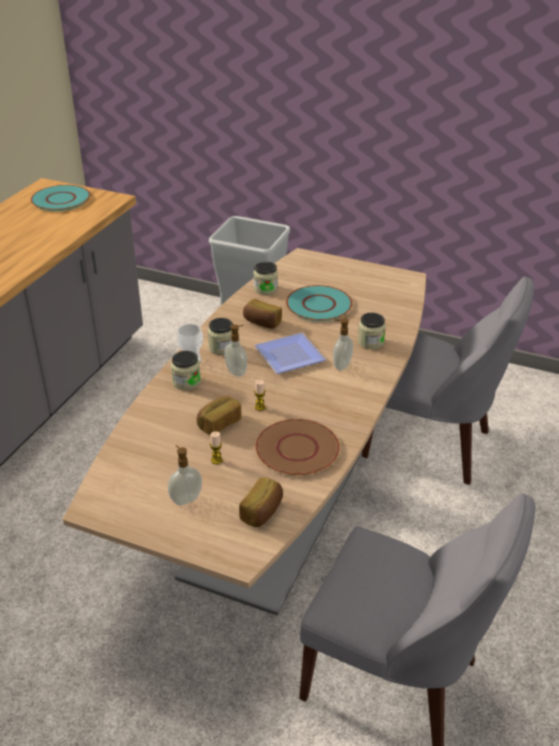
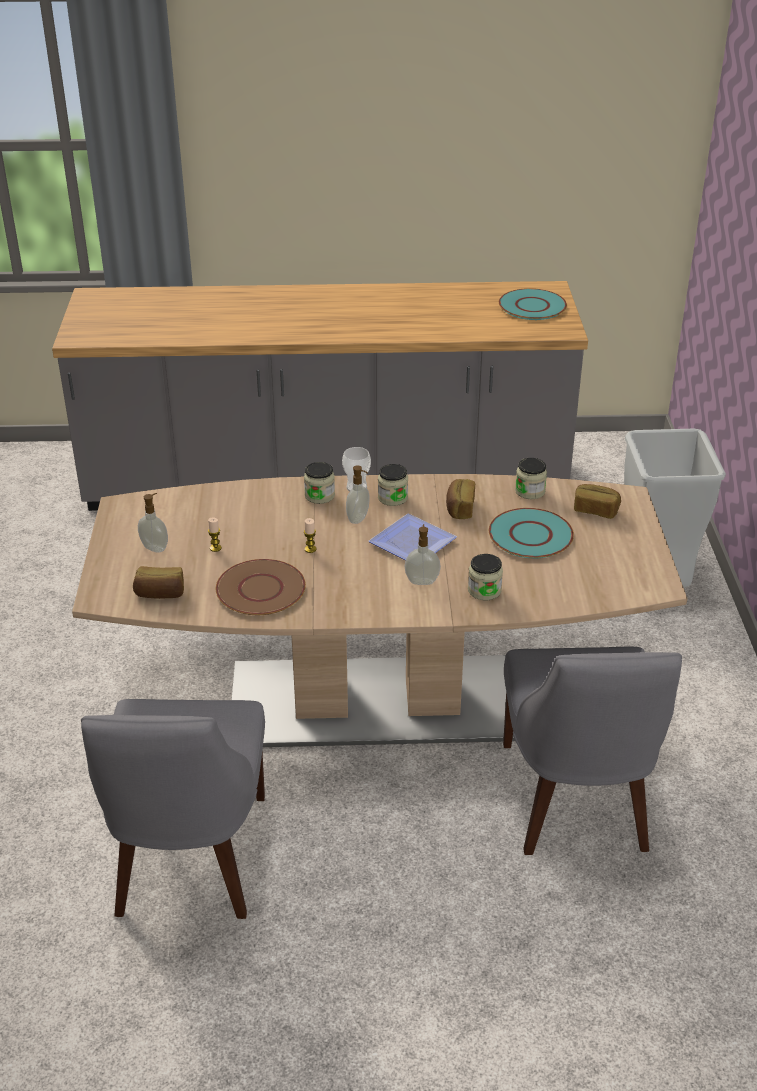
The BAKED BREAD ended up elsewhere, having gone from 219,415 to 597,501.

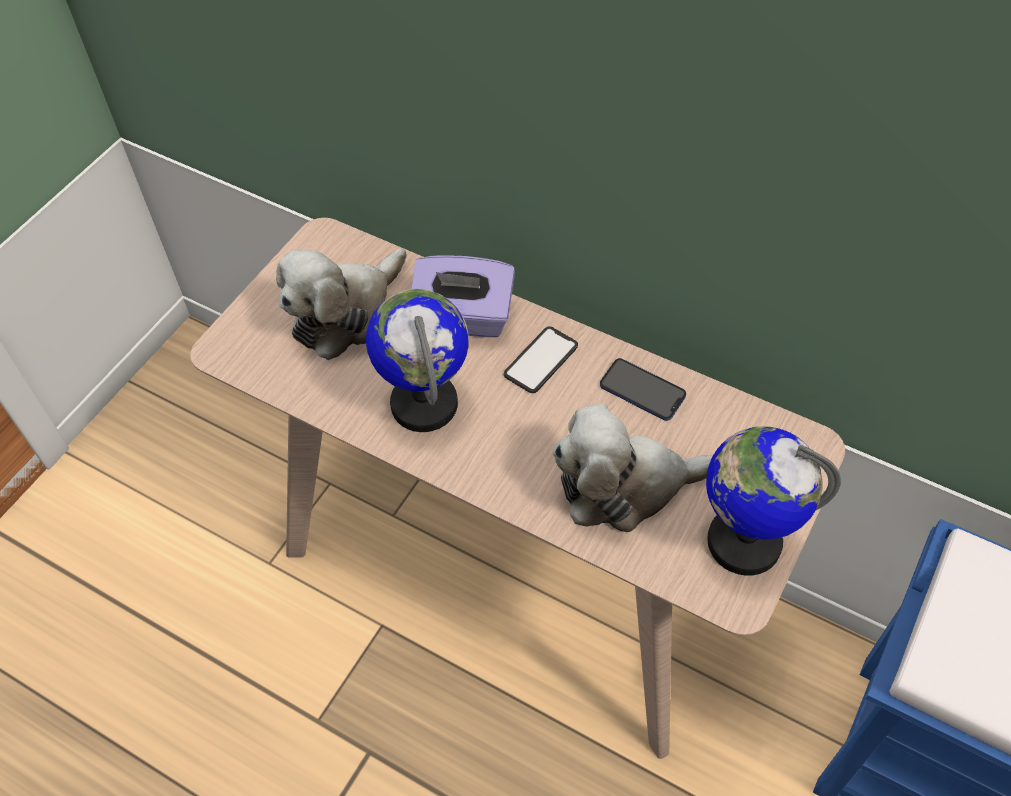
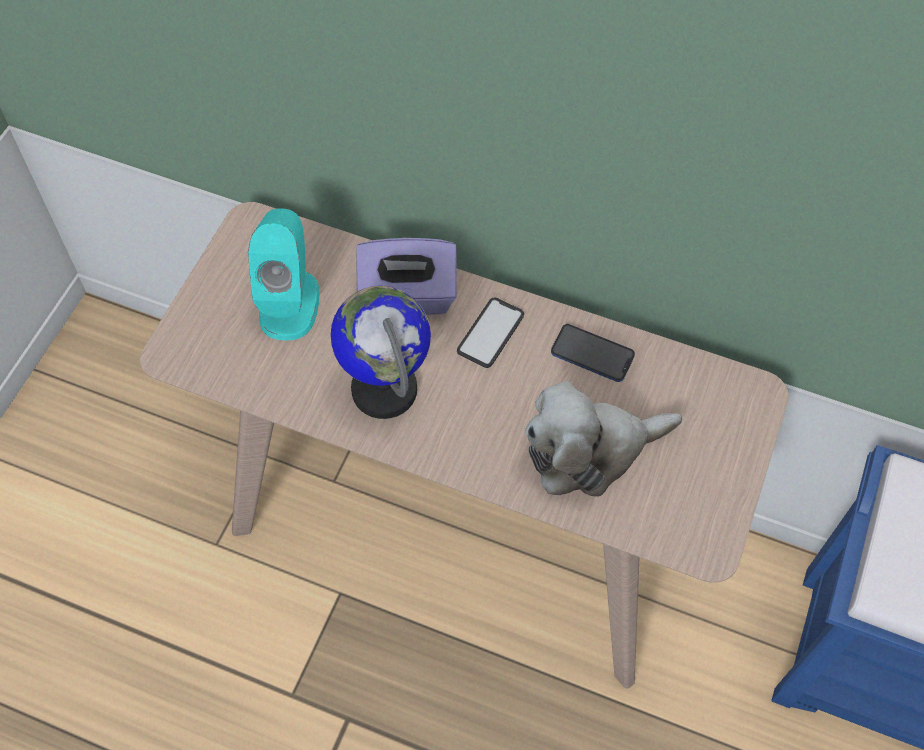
Where the PLUSH TOY stood at 341,304, the BLUE-GREEN LOUDSPEAKER came to stand at 283,274.
The second view lost the DESK GLOBE at 773,501.

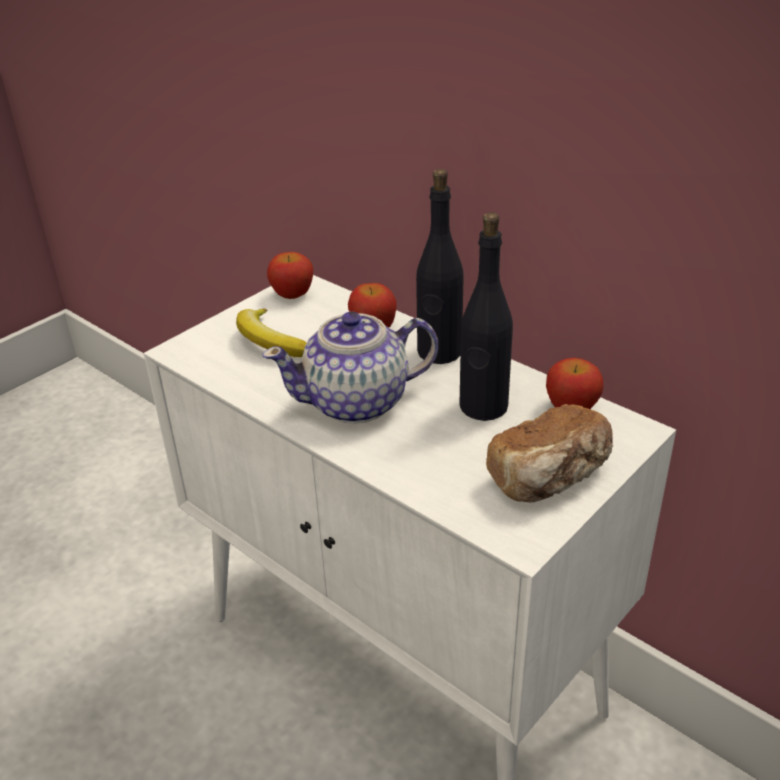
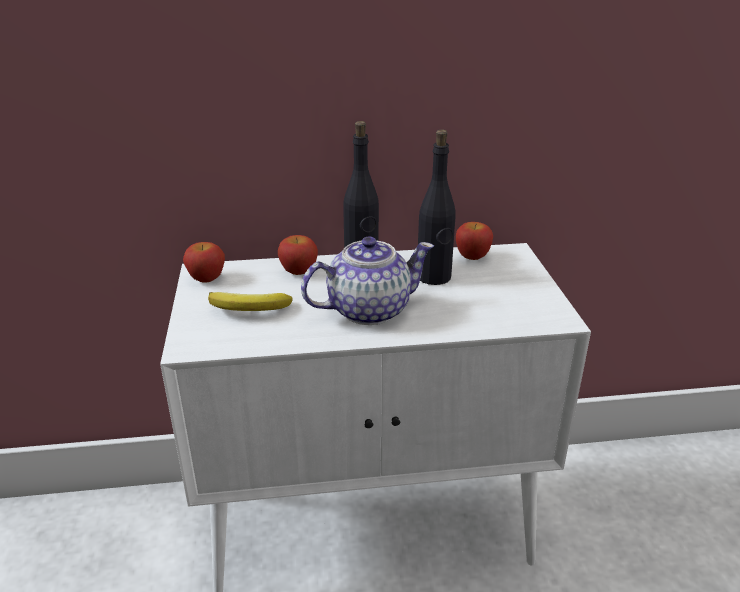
The POT FOR TEA at 350,367 ended up facing another way, 135 degrees counterclockwise from before.
The second view lost the BAKED BREAD at 549,453.

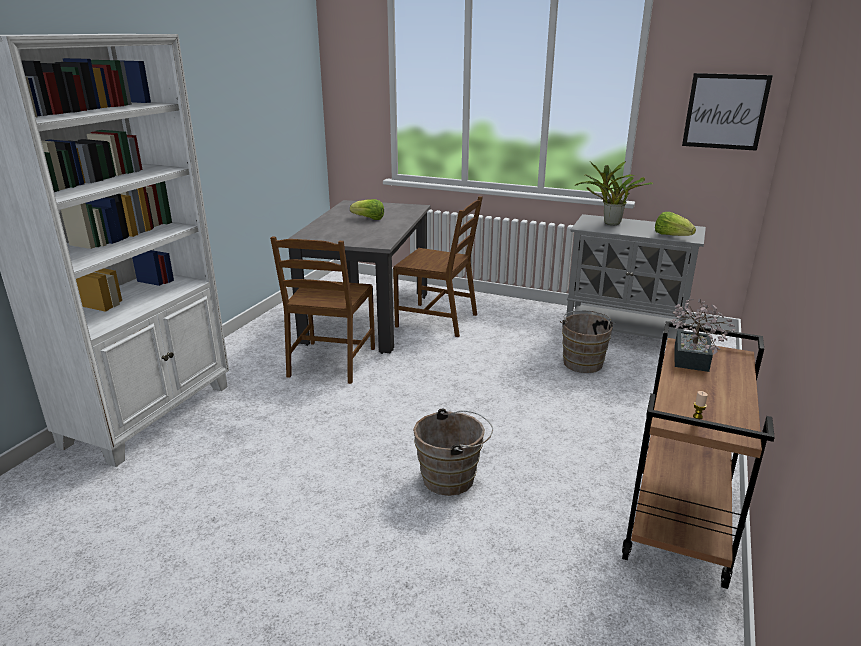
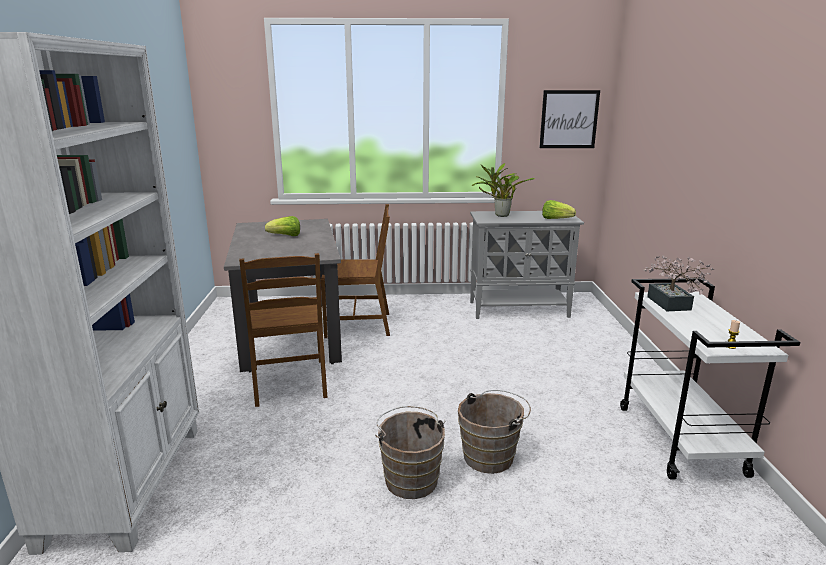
The BROWN WATER BUCKET ended up elsewhere, having gone from 588,341 to 410,452.
What was the BROWN WHEELED CART at 698,455 turned into the WHITE WHEELED CART at 710,379.

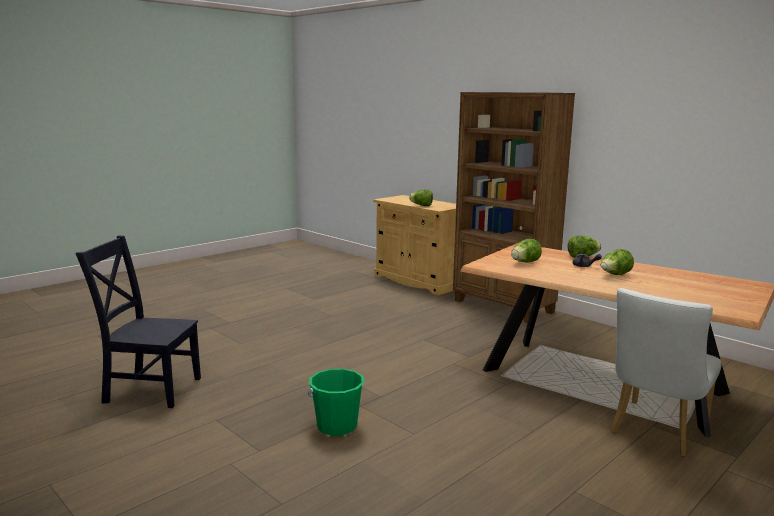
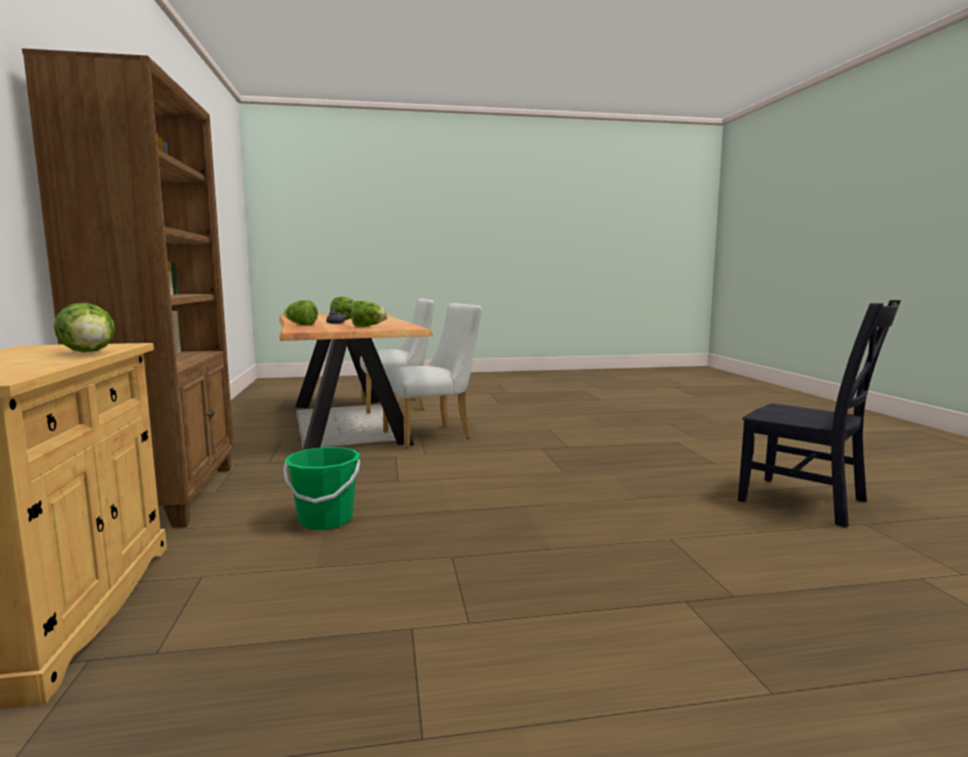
The GREEN WATER BUCKET ended up elsewhere, having gone from 336,402 to 322,488.
The second view gained the WHITE CHAIR at 432,376.

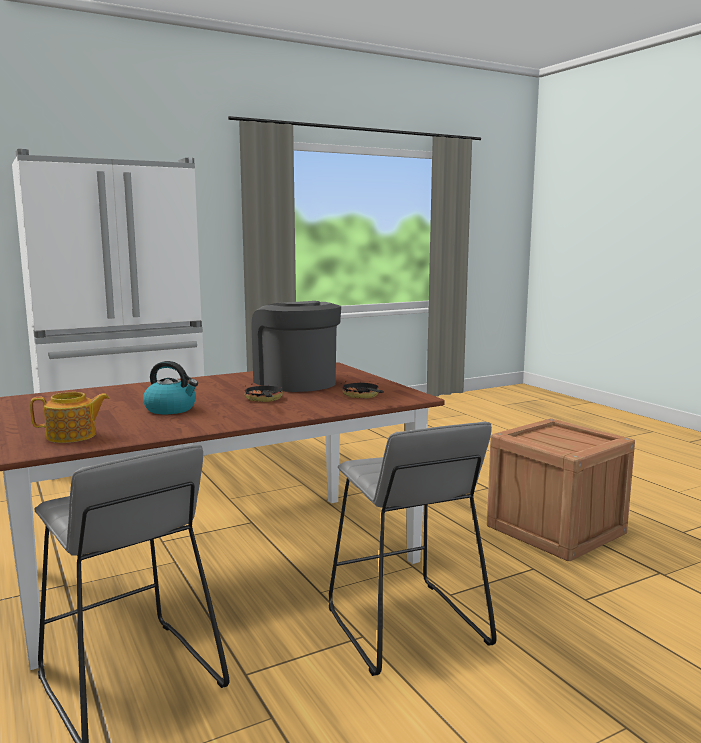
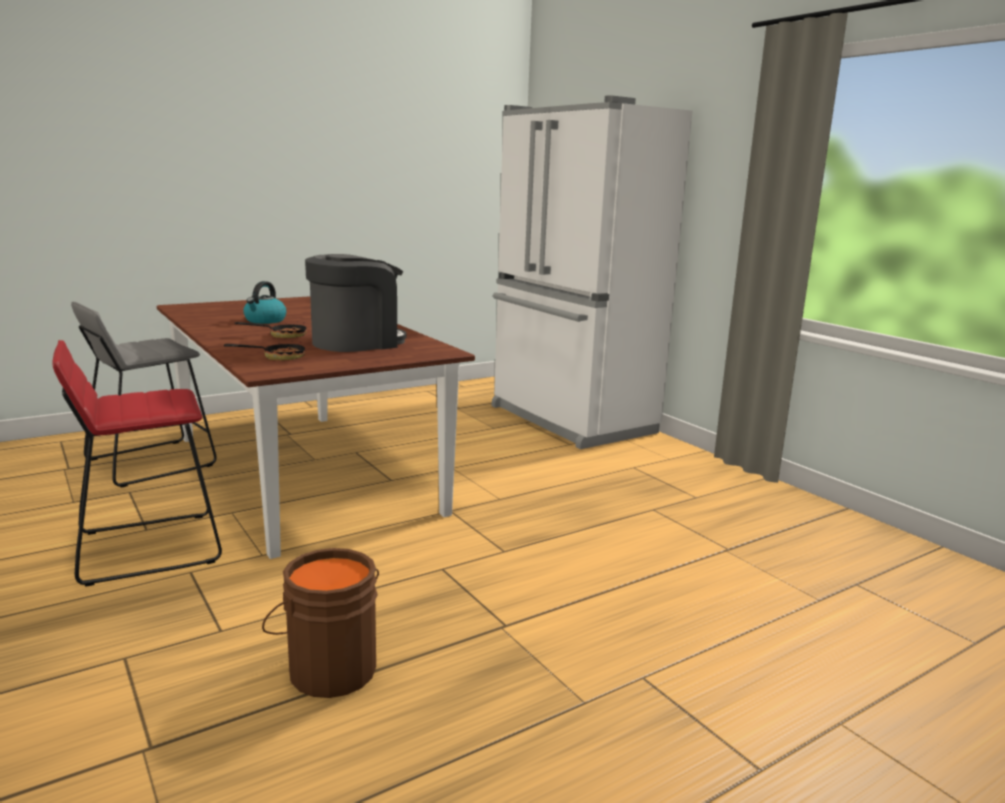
The second view lost the POT FOR TEA at 69,417.
What was the GREY STOOL at 413,548 turned into the RED STOOL at 137,463.
Where the PACKING CRATE stood at 561,489, the BROWN WATER BUCKET came to stand at 320,623.

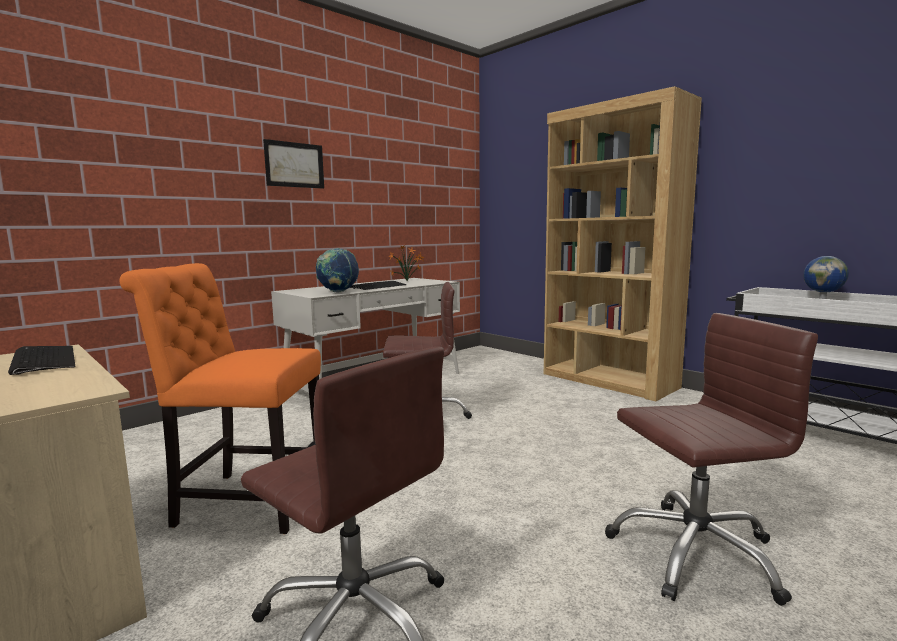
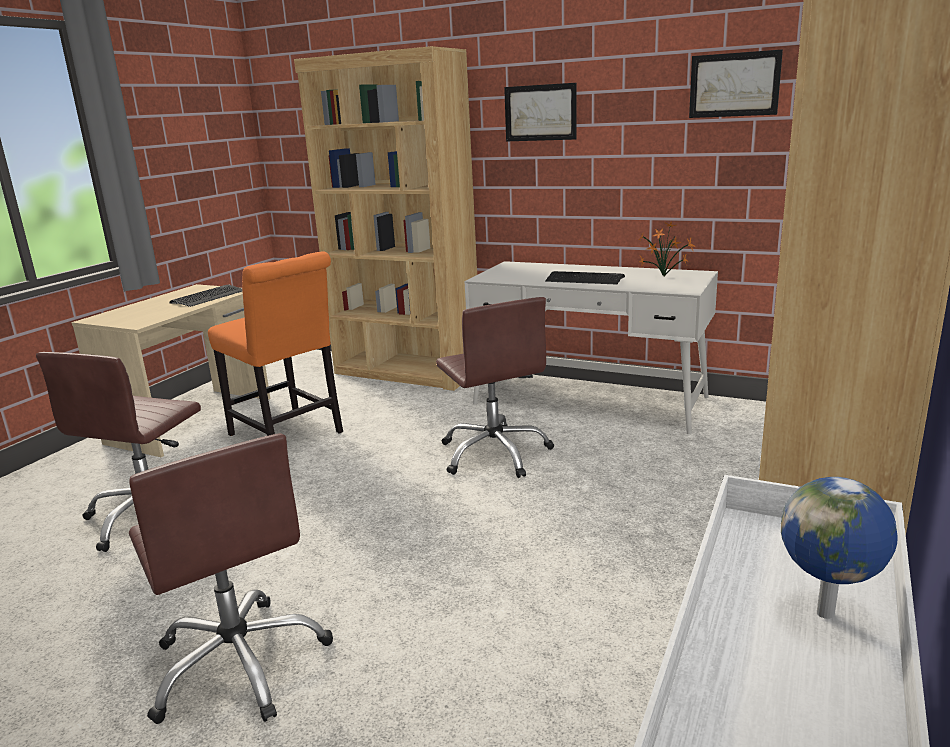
The ORANGE-COLOURED CHAIR at 220,398 ended up facing another way, 150 degrees clockwise from before.
The second view lost the DESK GLOBE at 337,270.
The second view gained the BROWN BOOKSHELF at 385,218.
The second view gained the PICTURE at 736,83.

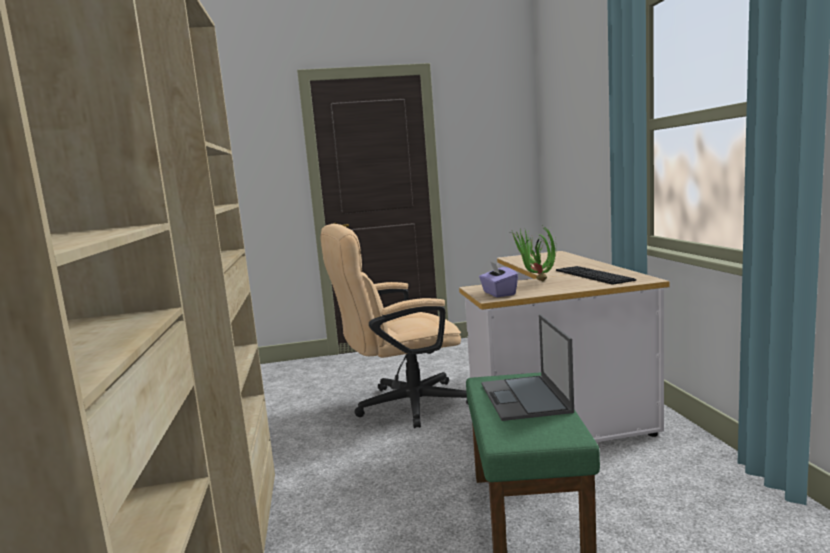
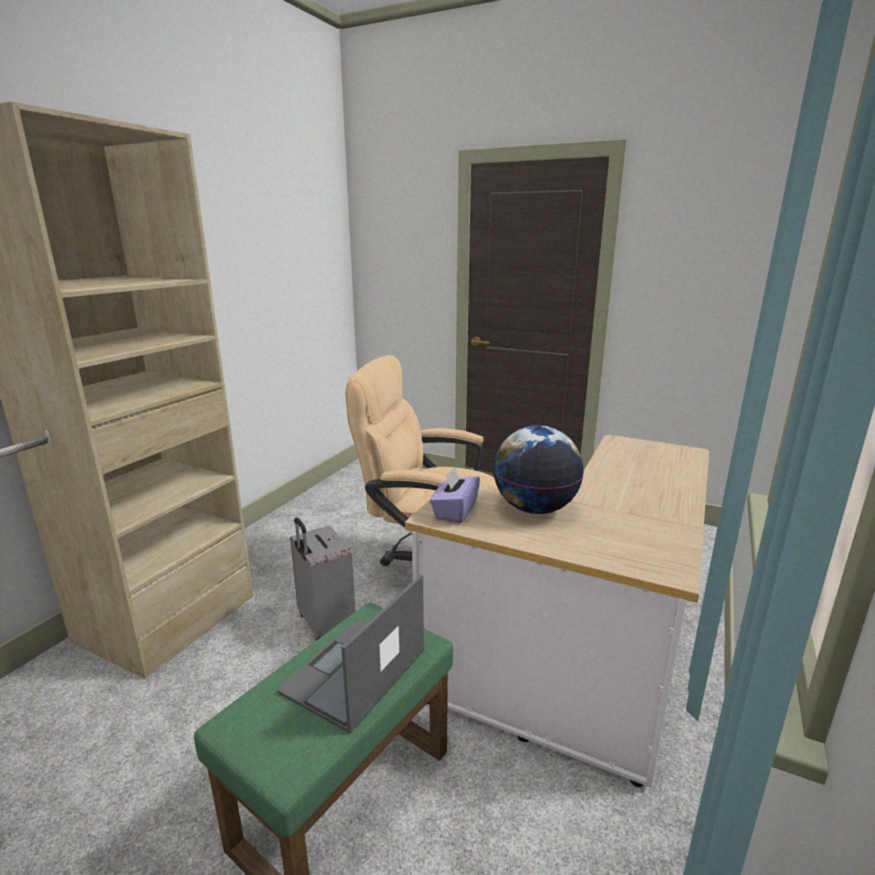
Where the HOUSEPLANT stood at 532,253, the DESK GLOBE came to stand at 538,469.
The second view lost the COMPUTER KEYBOARD at 596,275.
The second view gained the GREY TRAVEL CASE at 323,578.

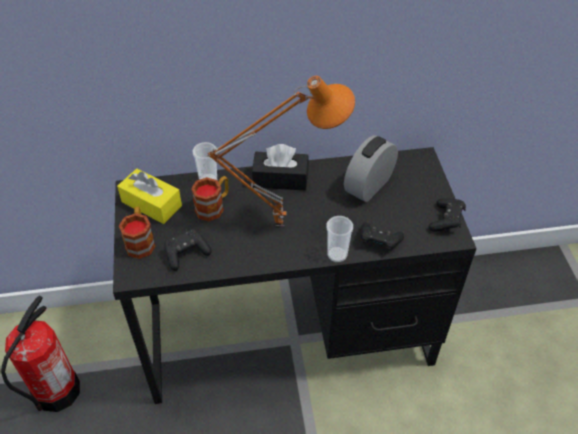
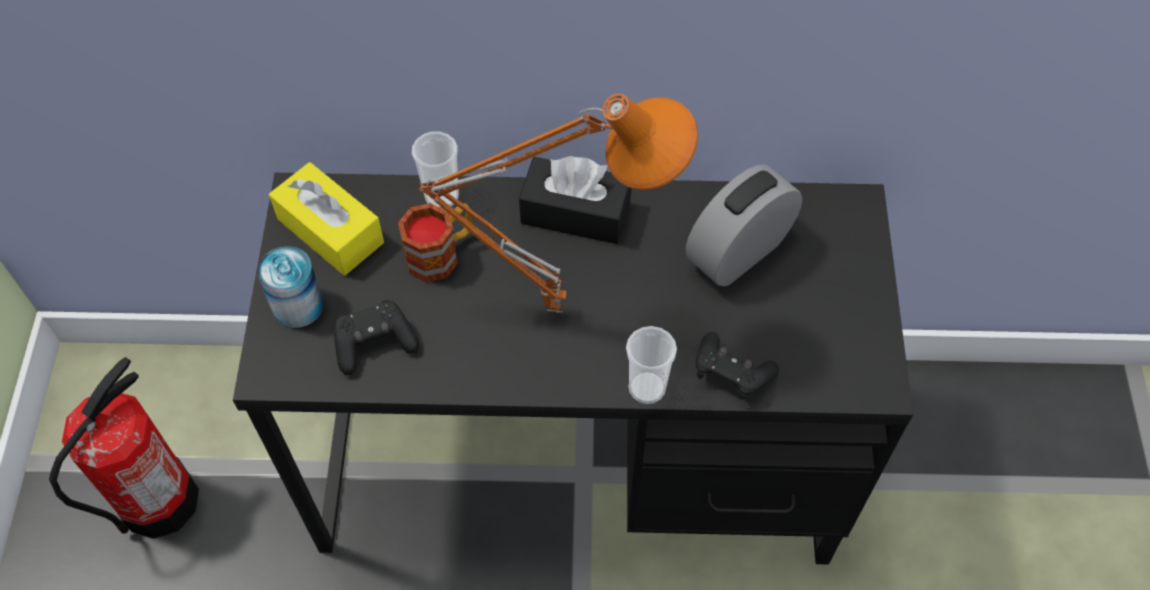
Where the TEA MUG stood at 137,233, the SEALED CAN came to stand at 290,287.
The second view lost the BLACKISH GAMEPAD at 447,215.

